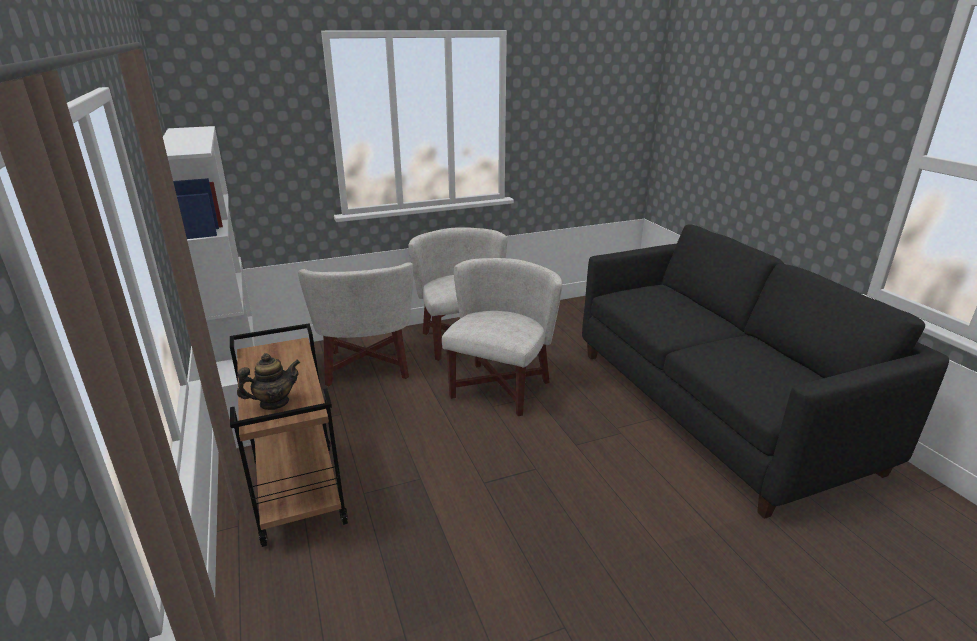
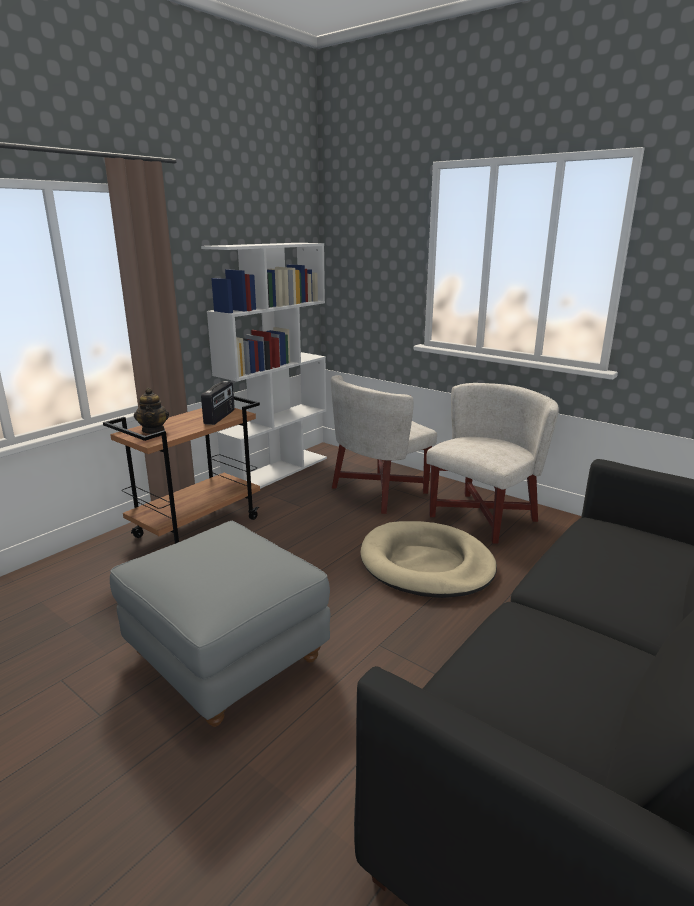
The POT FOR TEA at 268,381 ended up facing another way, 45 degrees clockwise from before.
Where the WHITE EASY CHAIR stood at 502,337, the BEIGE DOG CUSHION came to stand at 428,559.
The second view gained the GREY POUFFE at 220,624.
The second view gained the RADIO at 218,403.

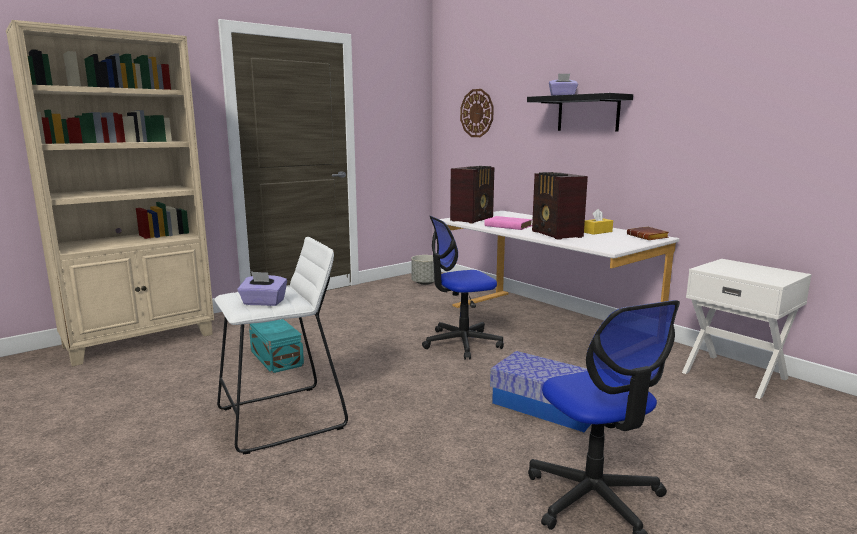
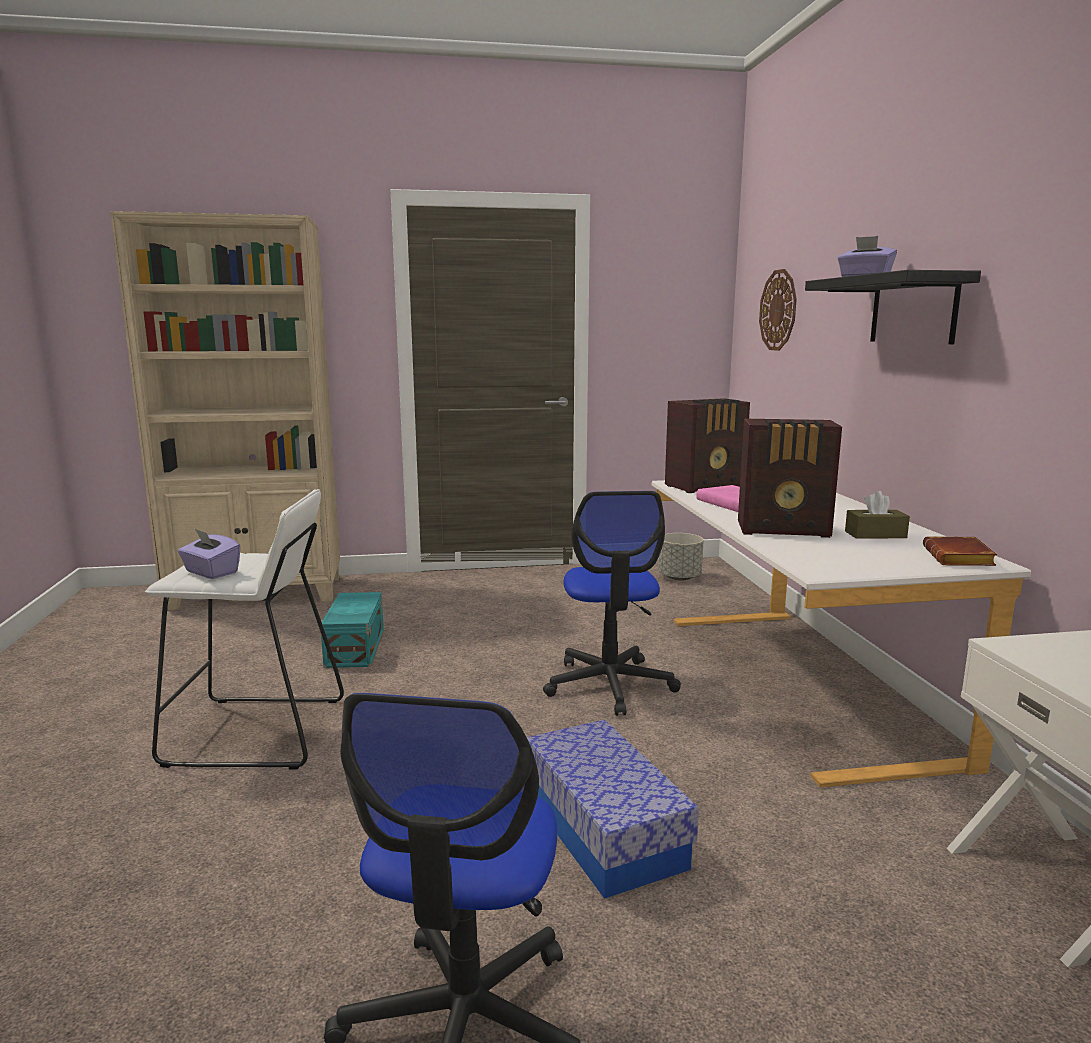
The COMPUTER CHAIR at 463,288 ended up facing another way, 105 degrees counterclockwise from before.
The RADIO at 560,206 ended up facing another way, 90 degrees counterclockwise from before.
What was the YELLOW BOX OF TISSUES at 598,222 turned into the BROWN BOX OF TISSUES at 877,515.

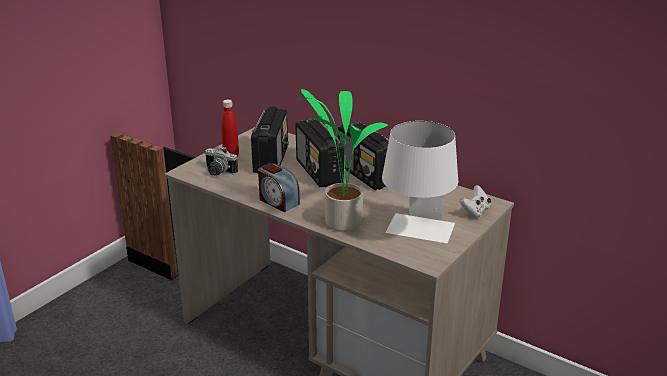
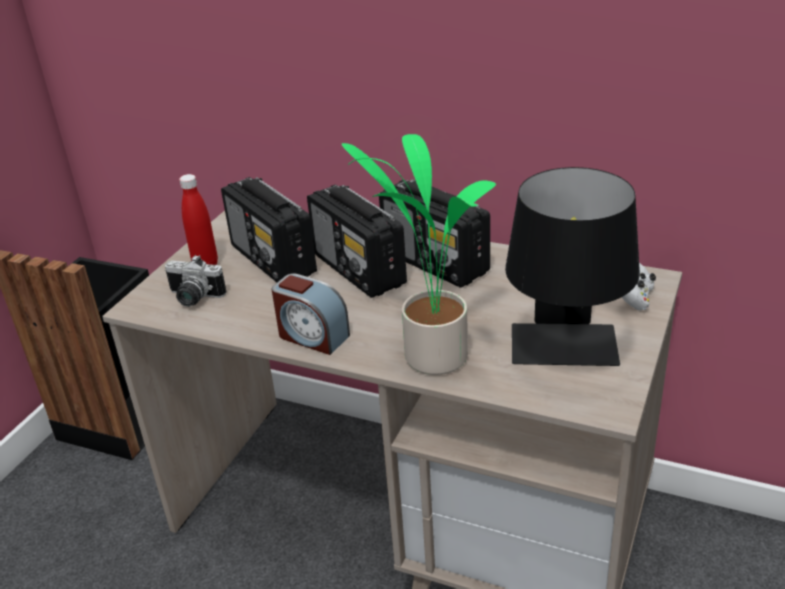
The RADIO at 270,140 ended up facing another way, 150 degrees clockwise from before.
What was the WHITE TABLE LAMP at 420,182 turned into the BLACKISH TABLE LAMP at 572,266.

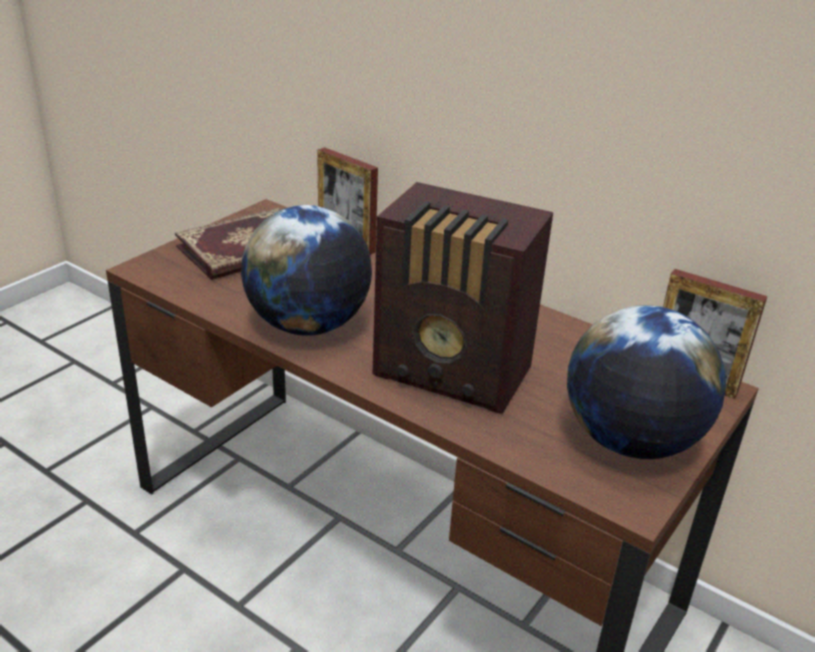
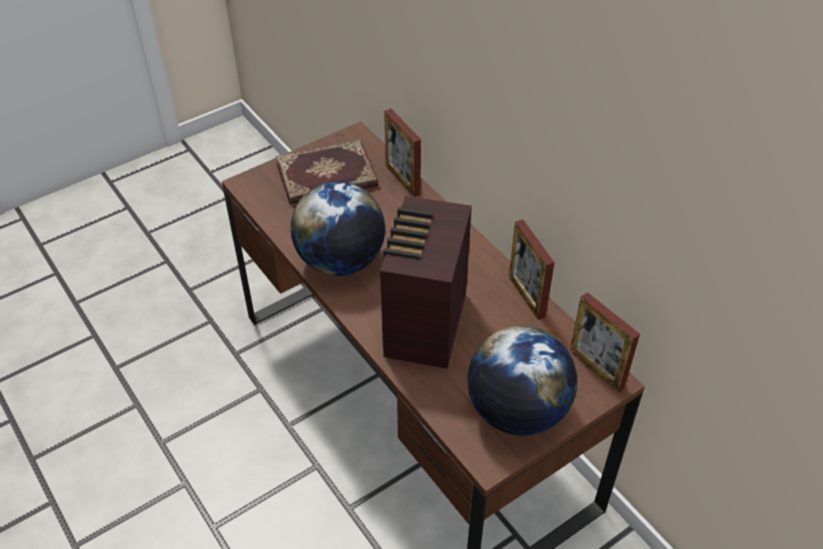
The RADIO at 463,298 ended up facing another way, 60 degrees clockwise from before.
The second view gained the PHOTO FRAME at 532,269.

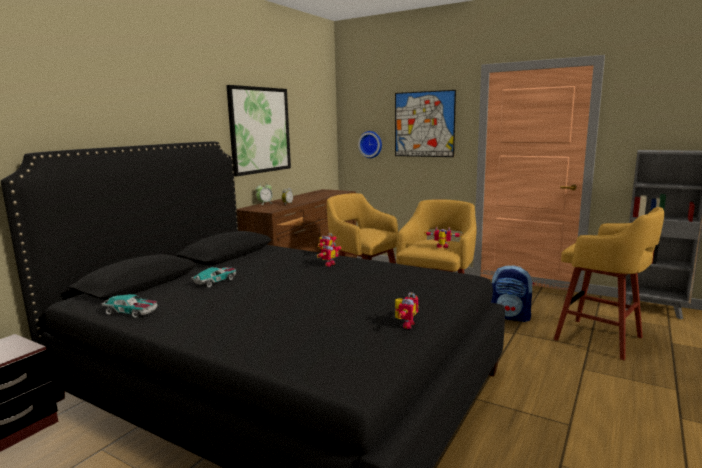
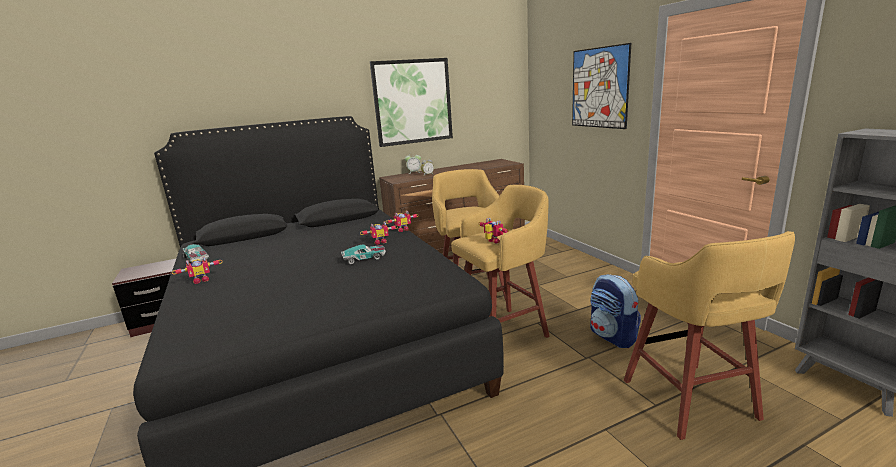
The MODEL CAR ended up elsewhere, having gone from 213,277 to 363,254.
The second view lost the WALL CLOCK at 370,144.
The TOY ROBOT ended up elsewhere, having gone from 407,310 to 196,270.

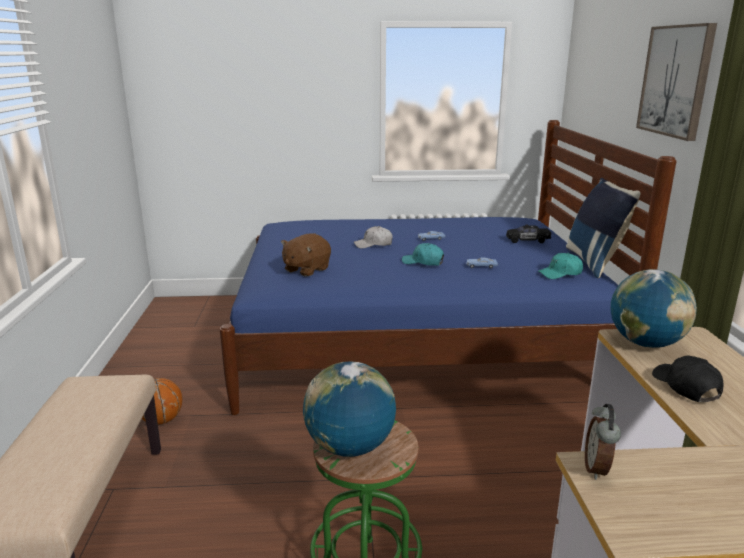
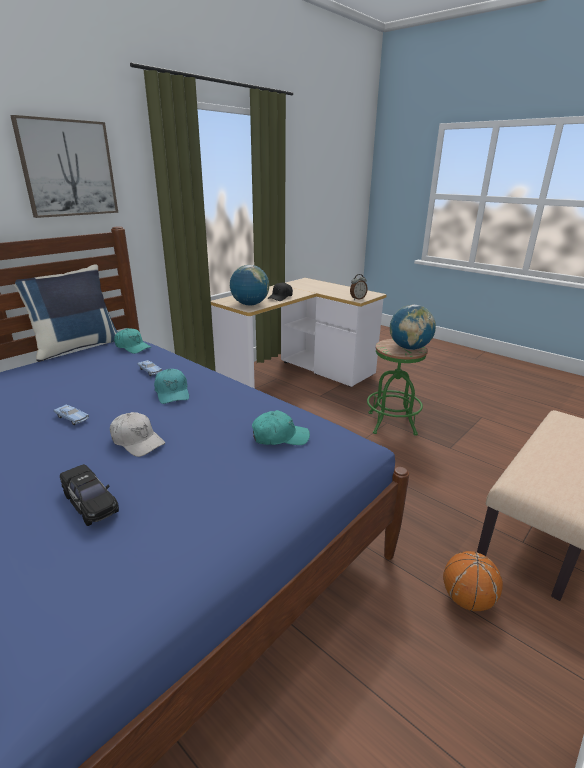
Where the BROWN PLUSH TOY stood at 306,255, the BLUE-GREEN BASEBALL CAP came to stand at 281,427.
The BLACKISH MODEL CAR ended up elsewhere, having gone from 528,234 to 89,495.

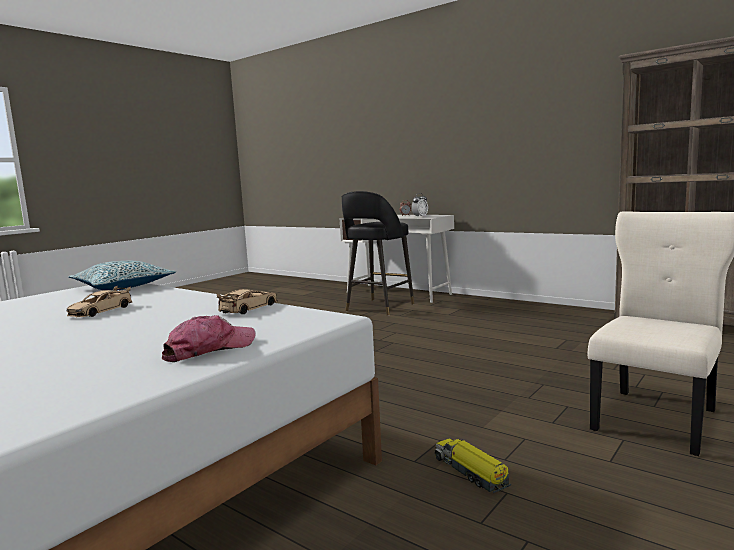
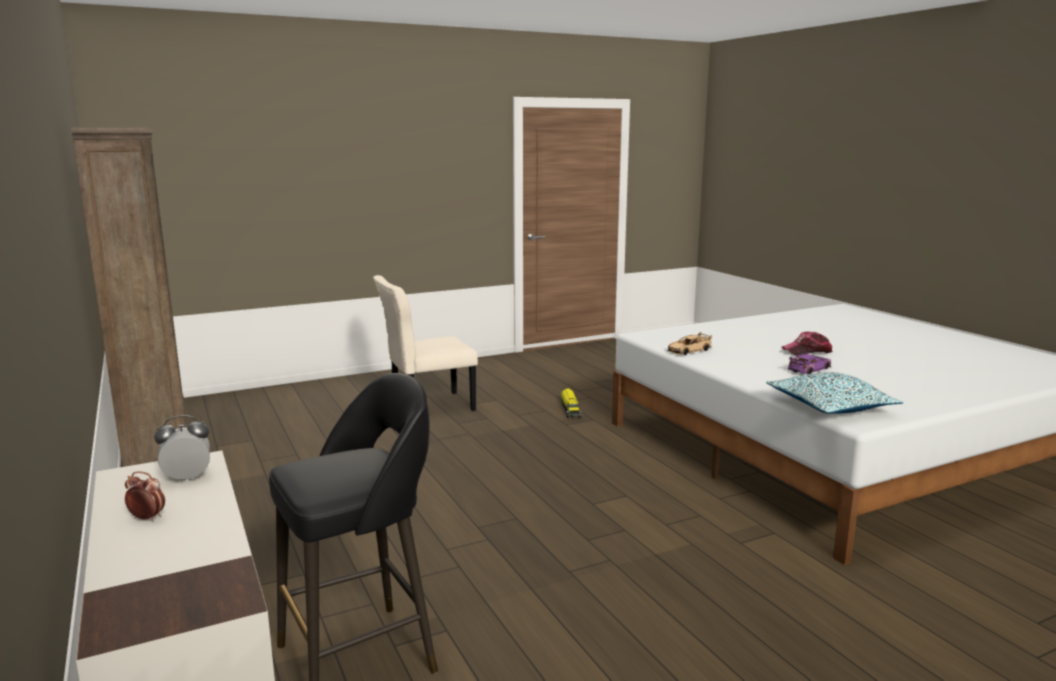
What was the BEIGE MODEL CAR at 99,301 turned into the PURPLISH MODEL CAR at 809,364.
The BASEBALL CAP ended up elsewhere, having gone from 209,338 to 807,343.

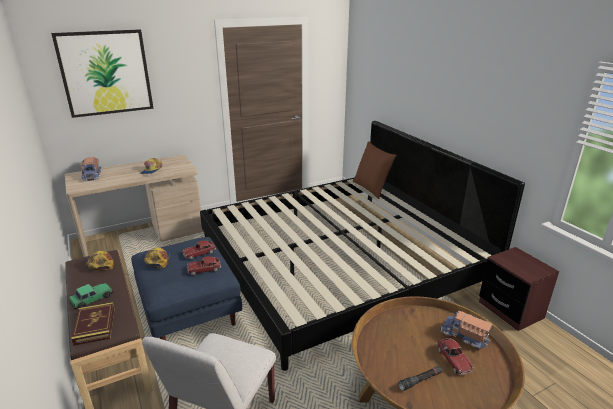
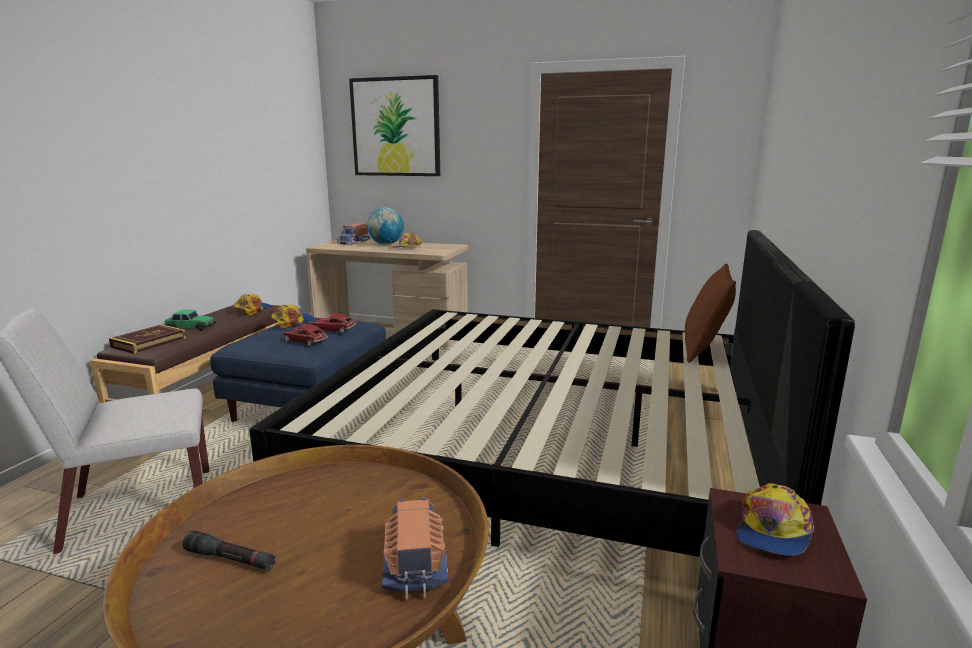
The second view lost the MODEL CAR at 455,356.
The second view gained the DESK GLOBE at 385,226.
The second view gained the BASEBALL CAP at 775,519.

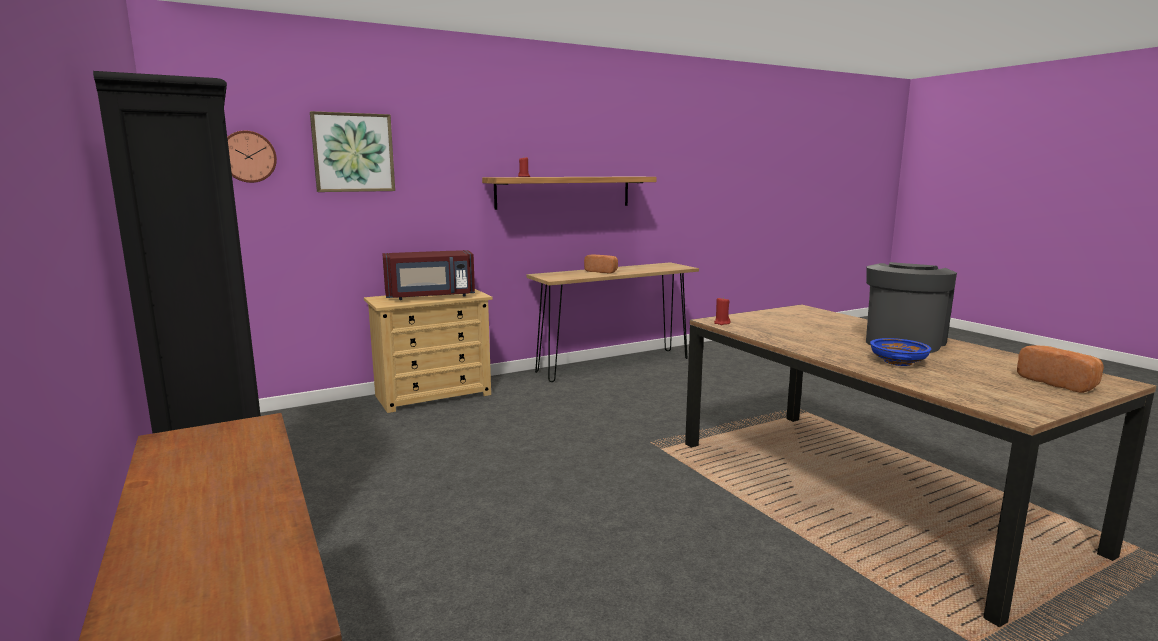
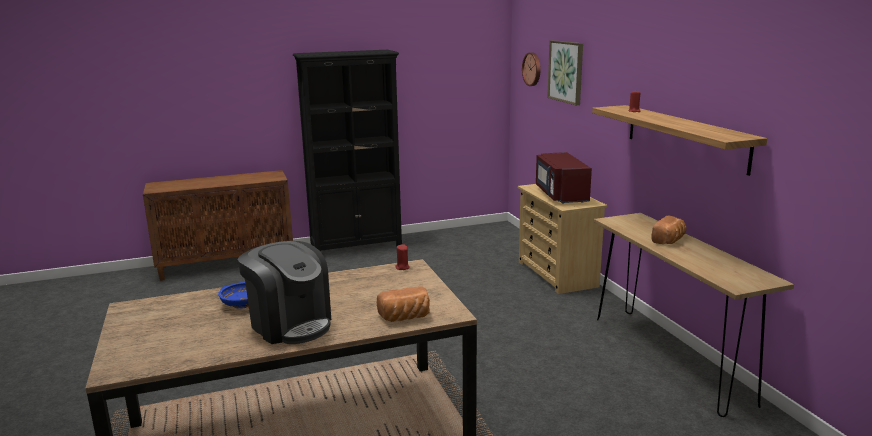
The BAKED BREAD ended up elsewhere, having gone from 1060,369 to 403,304.

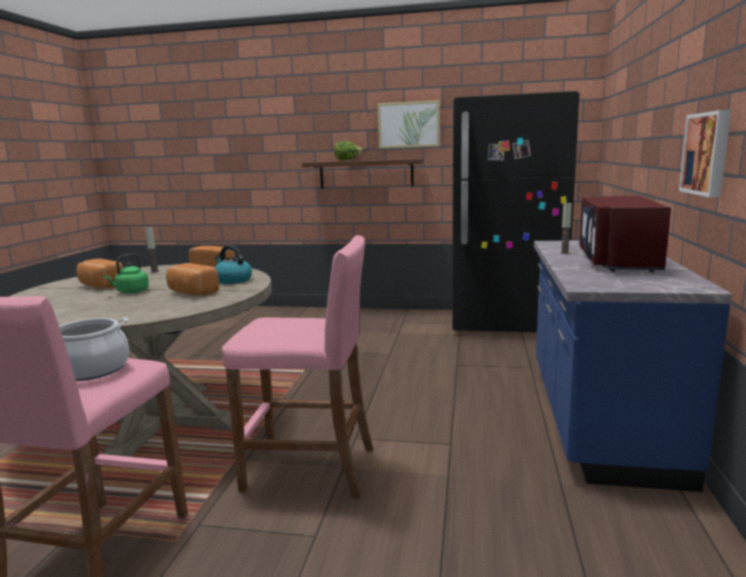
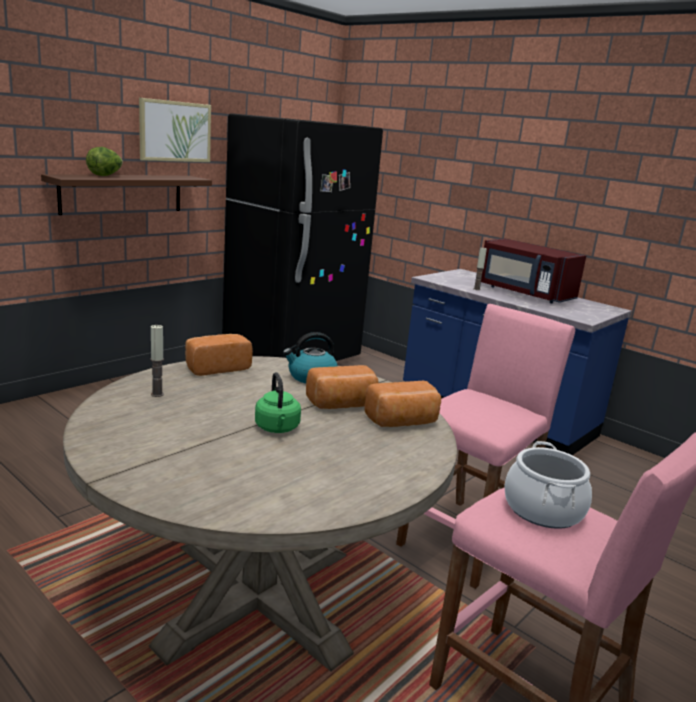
The BAKED BREAD ended up elsewhere, having gone from 99,273 to 403,404.
The second view lost the PICTURE at 705,153.

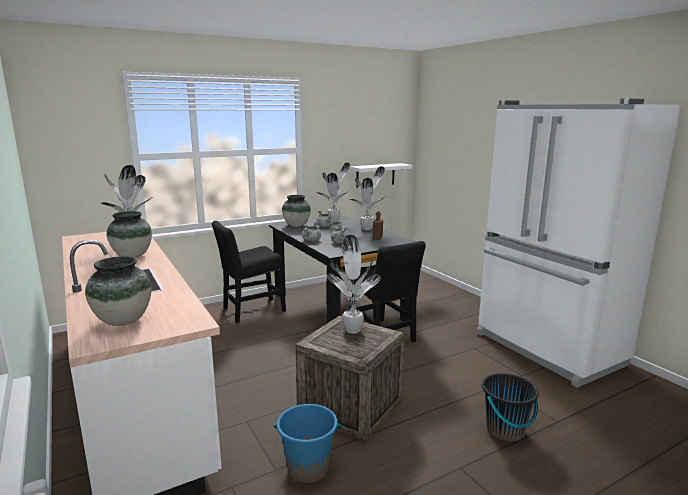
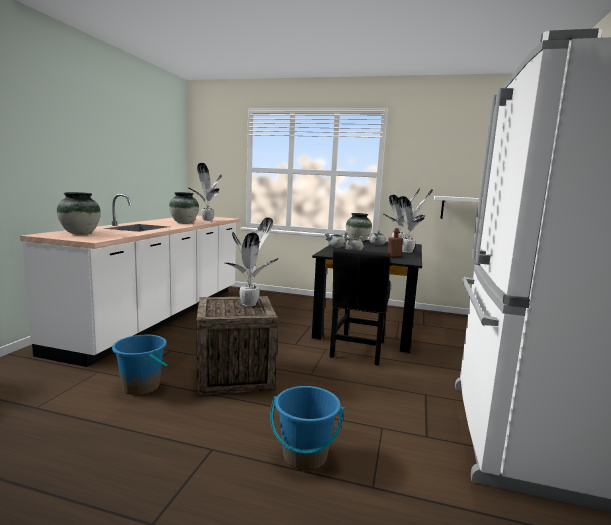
The second view lost the BLACKISH CHAIR at 249,272.
What was the BLACKISH WATER BUCKET at 510,407 turned into the BLUISH WATER BUCKET at 307,428.

